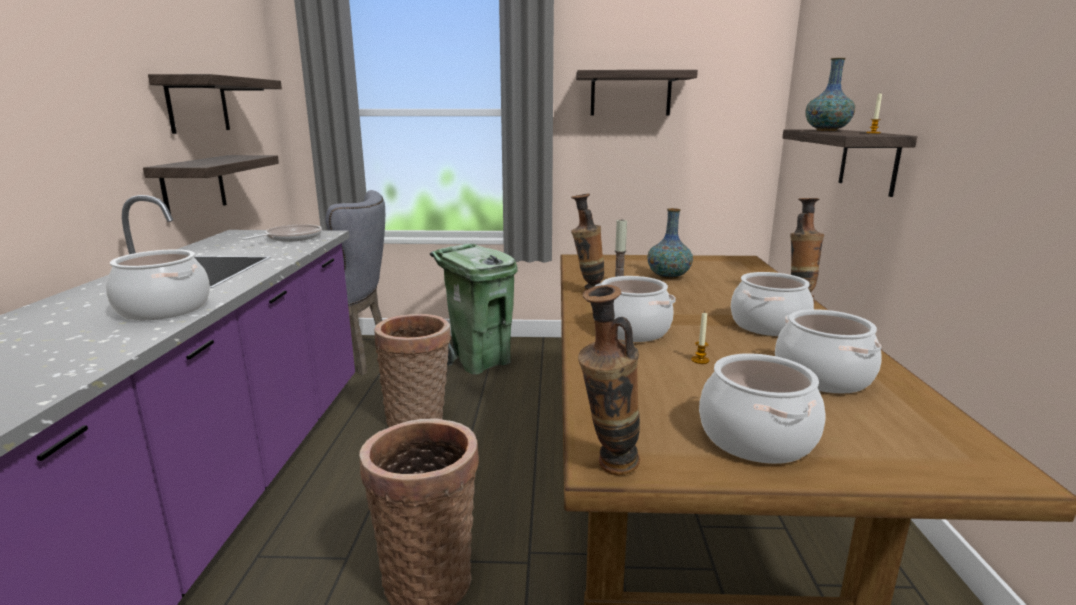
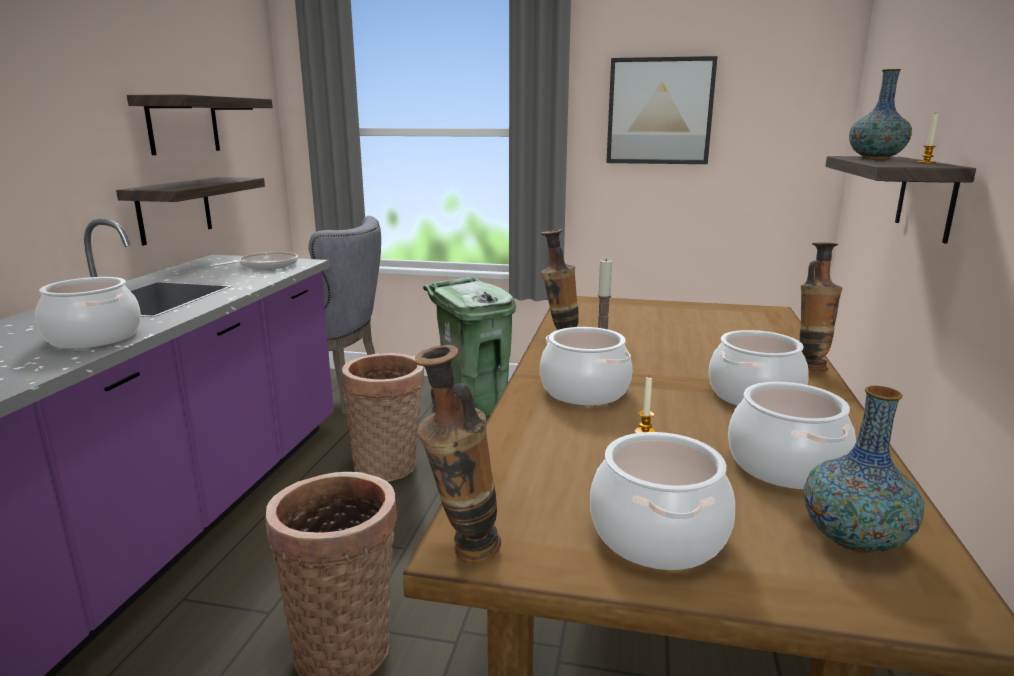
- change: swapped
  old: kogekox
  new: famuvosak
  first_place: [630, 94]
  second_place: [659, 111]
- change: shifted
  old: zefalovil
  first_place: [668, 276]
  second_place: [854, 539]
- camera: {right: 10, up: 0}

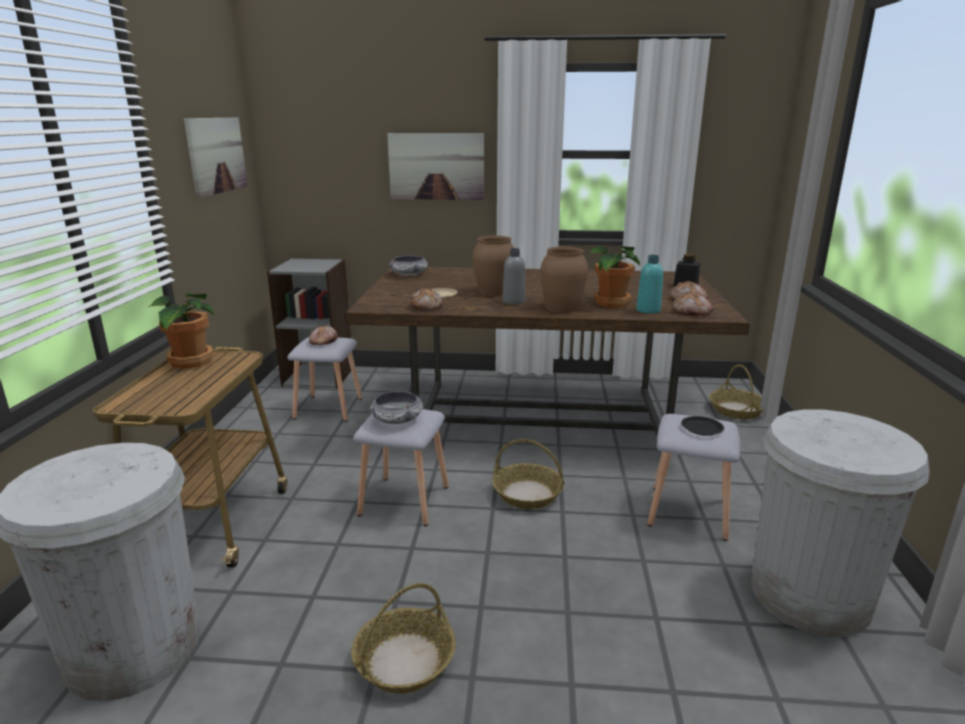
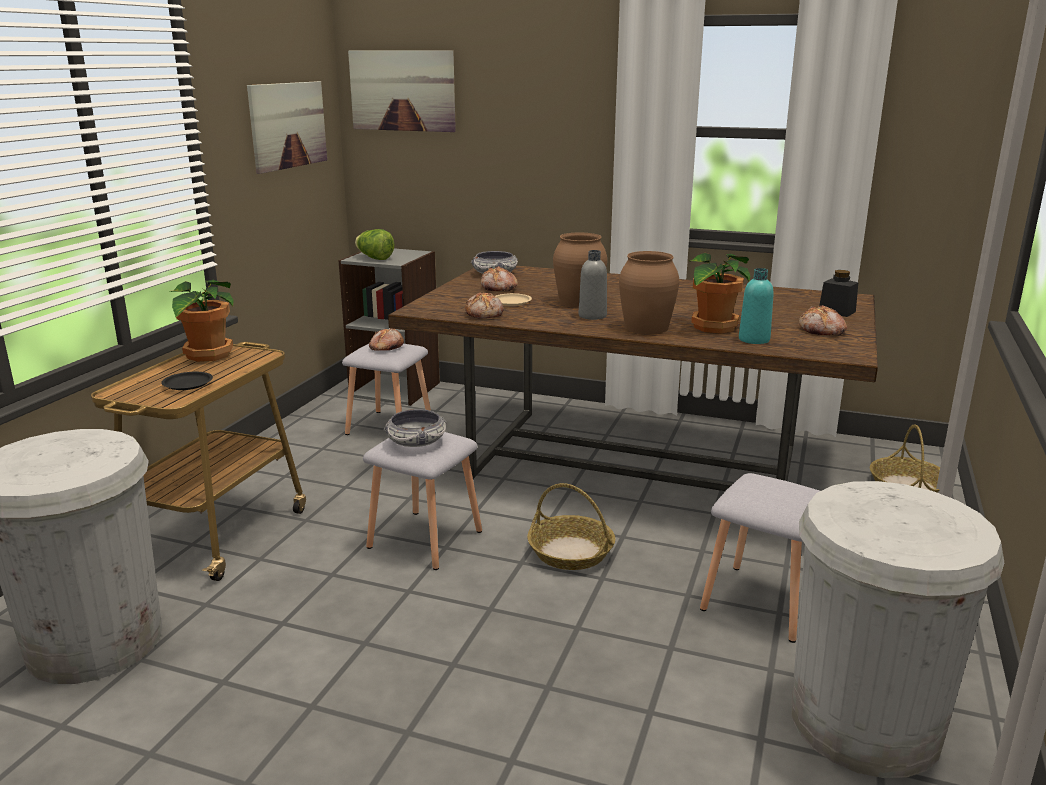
- change: shifted
  old: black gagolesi
  first_place: [701, 429]
  second_place: [187, 384]
- change: shifted
  old: famuvosak
  first_place: [436, 166]
  second_place: [402, 91]
- change: new
  new: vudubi
  second_place: [374, 258]
- change: shifted
  old: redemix
  first_place: [692, 312]
  second_place: [498, 288]
- change: gone
  old: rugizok
  first_place: [404, 661]
- camera: {right: 15, up: 0}

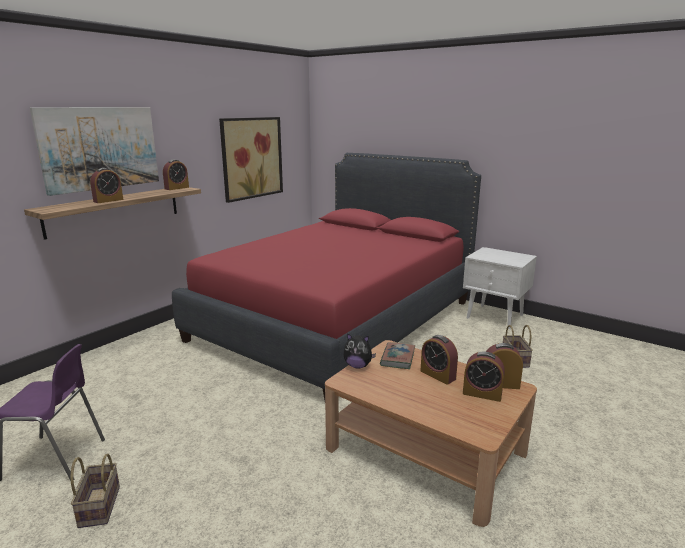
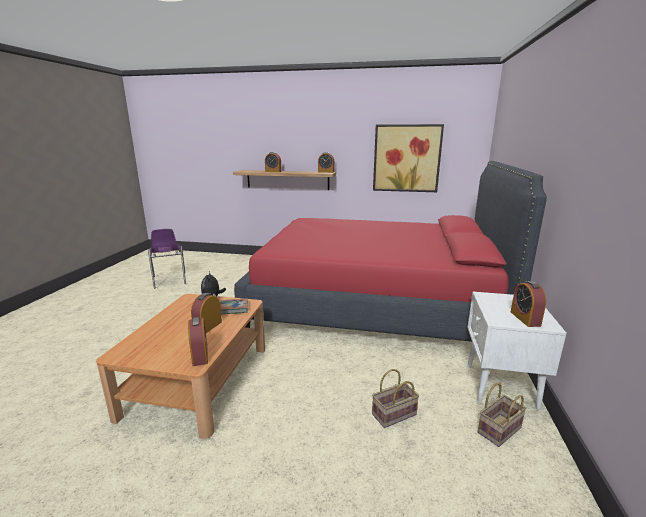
- change: shifted
  old: rugizok
  first_place: [99, 505]
  second_place: [499, 429]
- change: shifted
  old: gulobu
  first_place: [482, 394]
  second_place: [525, 318]
- change: gone
  old: famuvosak
  first_place: [100, 148]
- camera: {right: 65, up: 0}

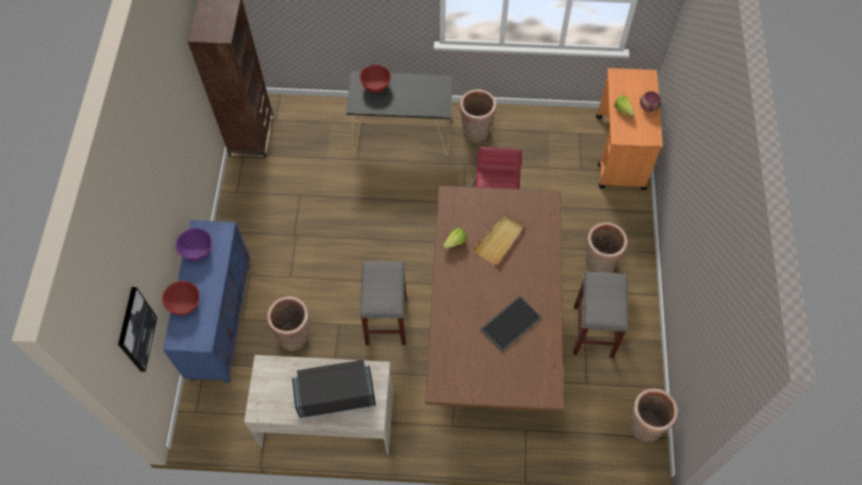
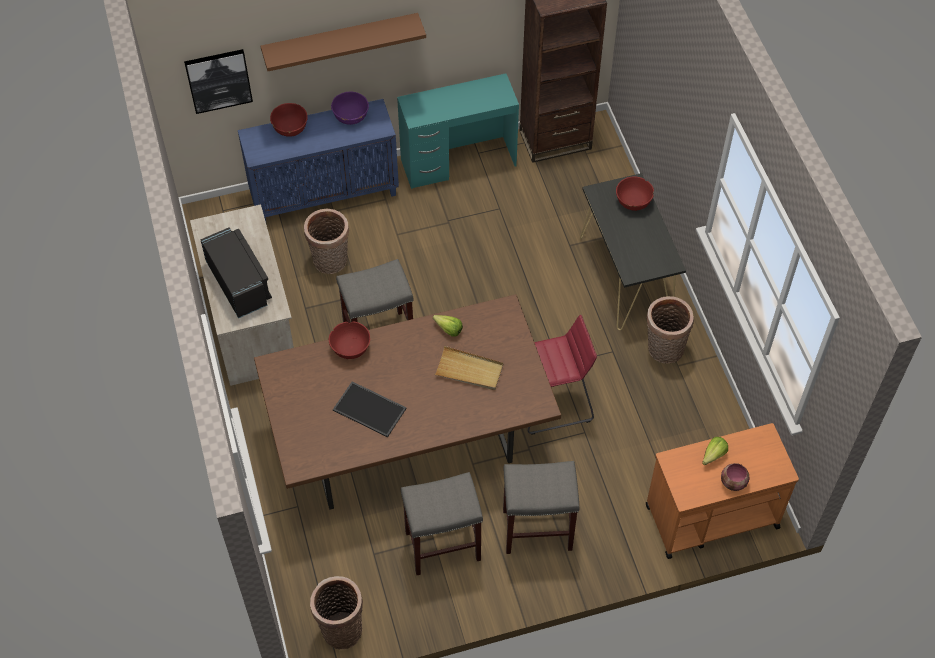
- change: new
  new: brown kogekox
  second_place: [340, 39]
- change: new
  new: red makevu
  second_place: [350, 348]
- change: new
  new: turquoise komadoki
  second_place: [458, 162]
- change: swapped
  old: rugizok
  new: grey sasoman
  first_place: [598, 264]
  second_place: [536, 530]
- camera: {right: 70, up: -5}

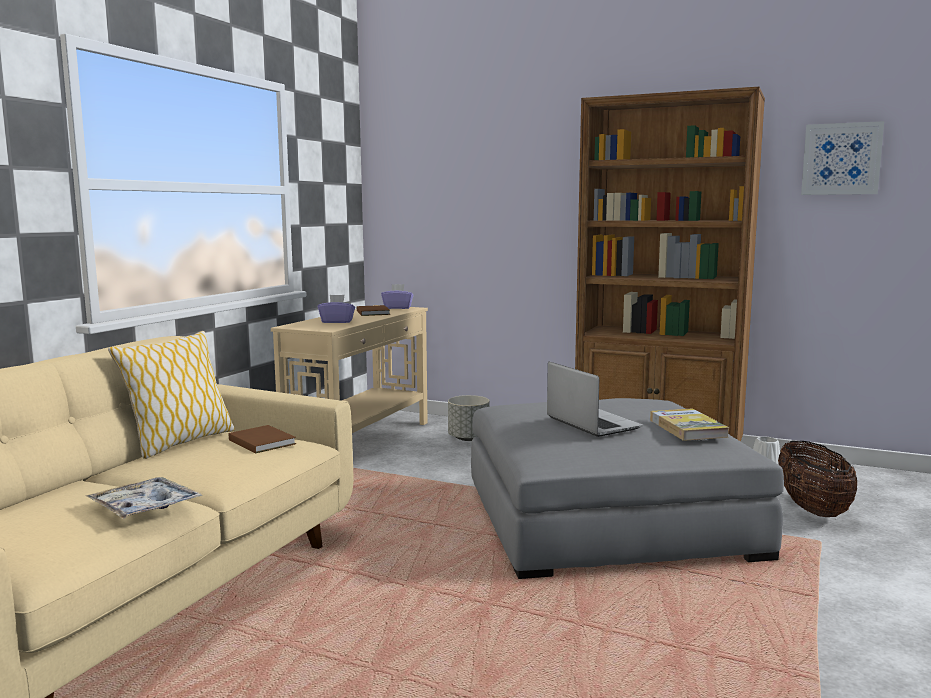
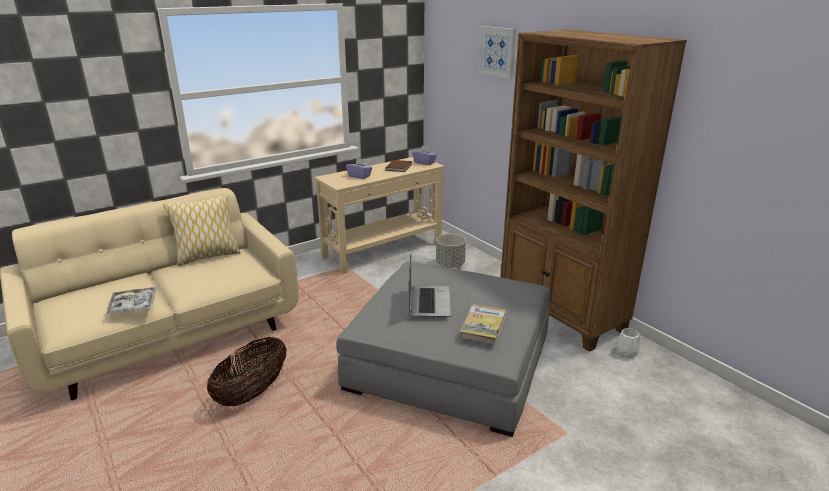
- change: shifted
  old: rugizok
  first_place: [812, 509]
  second_place: [252, 392]
- change: shifted
  old: famuvosak
  first_place: [841, 159]
  second_place: [497, 52]
- change: gone
  old: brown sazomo
  first_place: [262, 441]
- camera: {right: 30, up: 15}

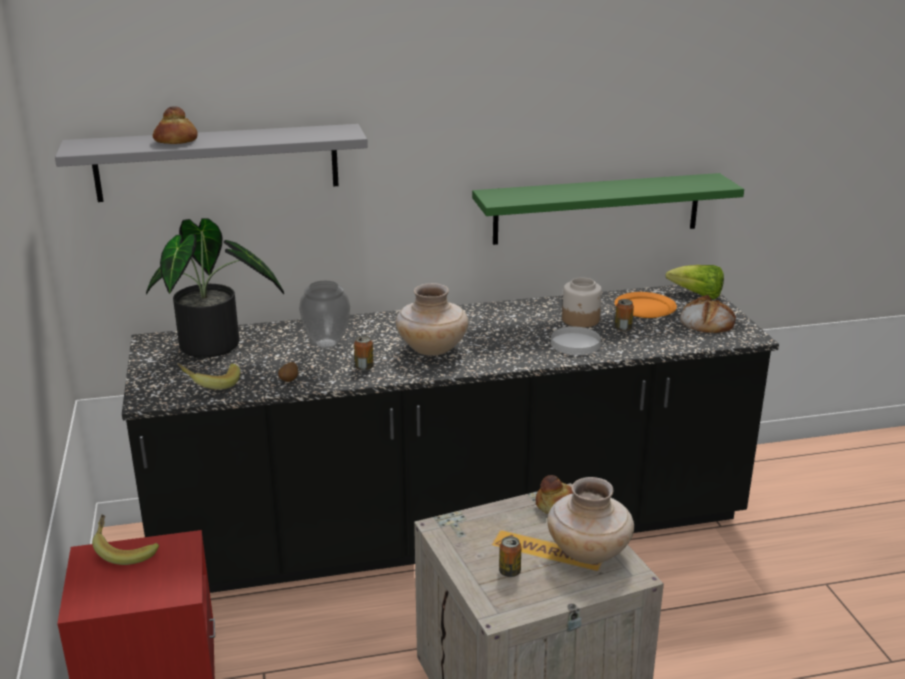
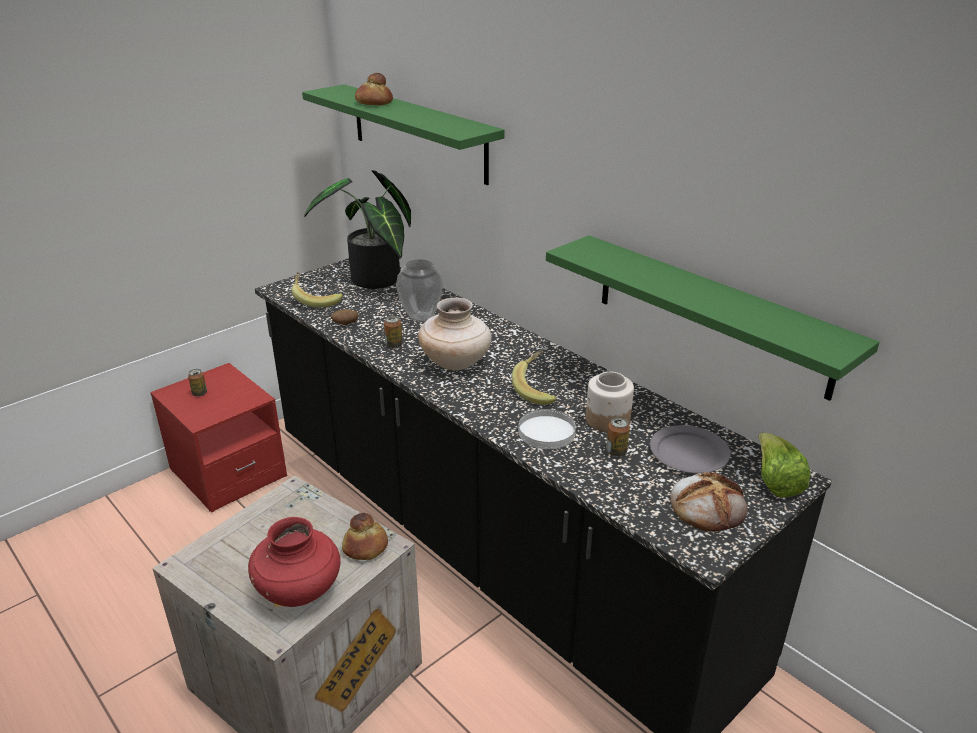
- change: shifted
  old: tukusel
  first_place: [509, 572]
  second_place: [199, 393]
- change: repainted
  old: beige zefalovil
  new: red zefalovil
  first_place: [588, 552]
  second_place: [300, 591]
- change: repainted
  old: grey kogekox
  new: green kogekox
  first_place: [217, 162]
  second_place: [417, 133]
- change: shifted
  old: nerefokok
  first_place: [125, 551]
  second_place: [538, 389]
- change: repainted
  old: orange gagolesi
  new: grey gagolesi
  first_place: [645, 308]
  second_place: [688, 453]
- camera: {right: 60, up: 5}

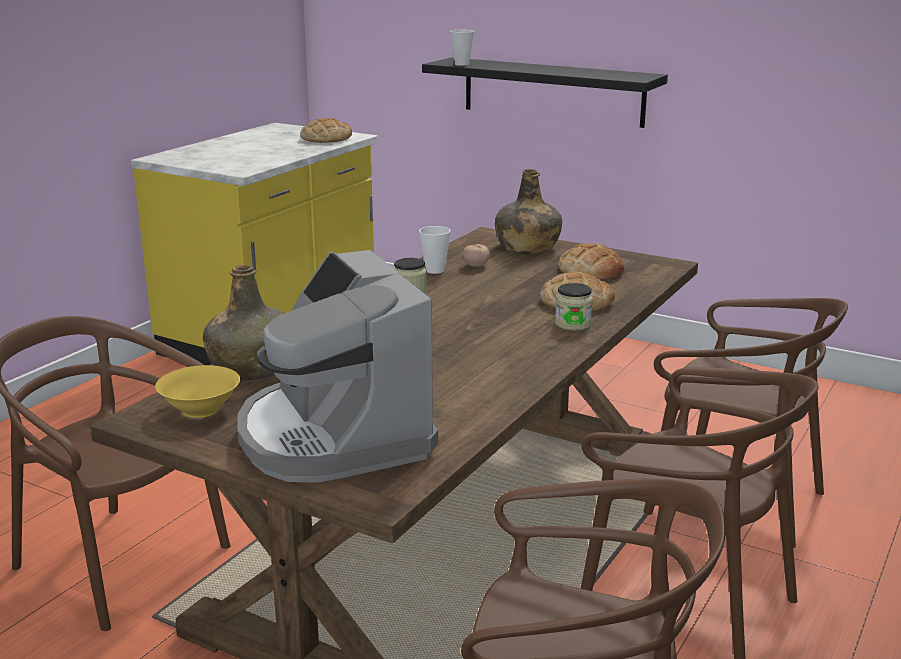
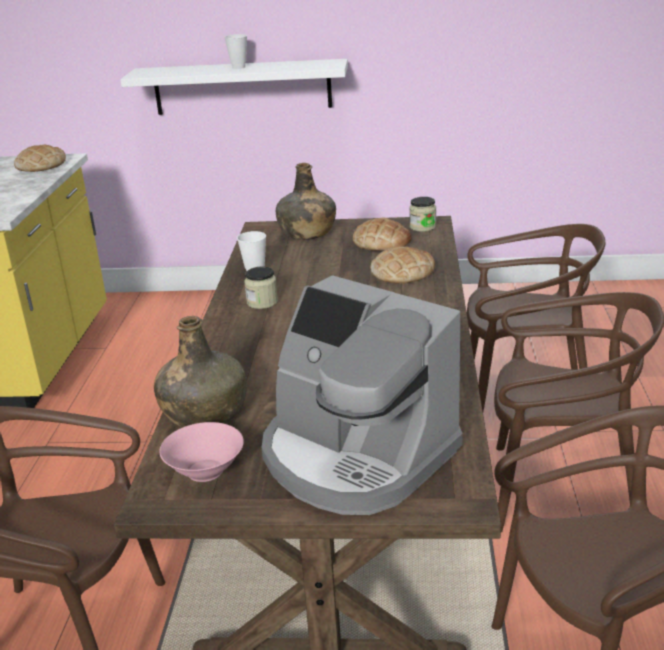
- change: repainted
  old: black kogekox
  new: white kogekox
  first_place: [552, 91]
  second_place: [242, 87]
- change: repainted
  old: yellow makevu
  new: pink makevu
  first_place: [201, 409]
  second_place: [206, 470]
- change: shifted
  old: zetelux
  first_place: [461, 64]
  second_place: [238, 67]
- change: shifted
  old: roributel
  first_place: [573, 324]
  second_place: [423, 227]
- change: gone
  old: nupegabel
  first_place: [476, 266]
- camera: {right: -25, up: 5}

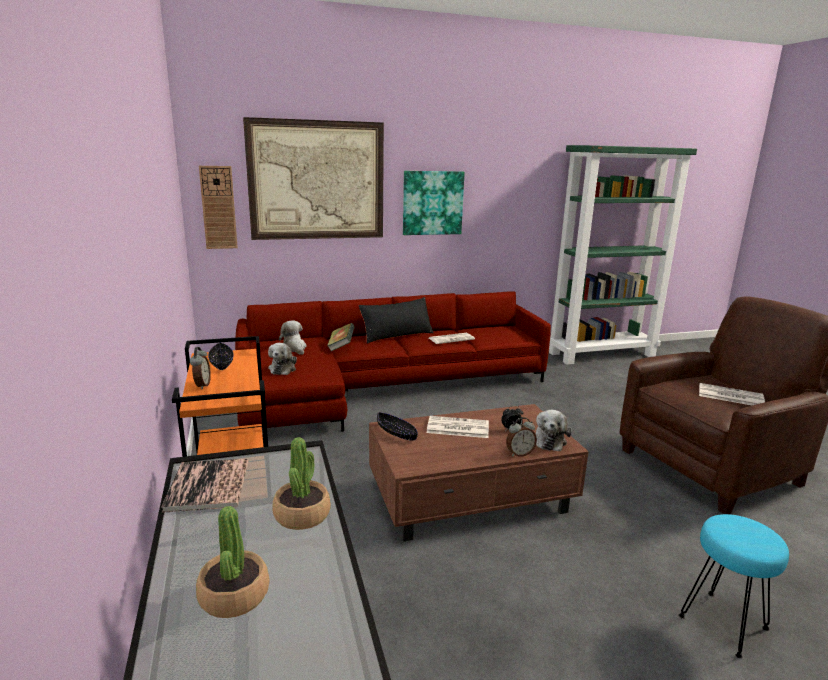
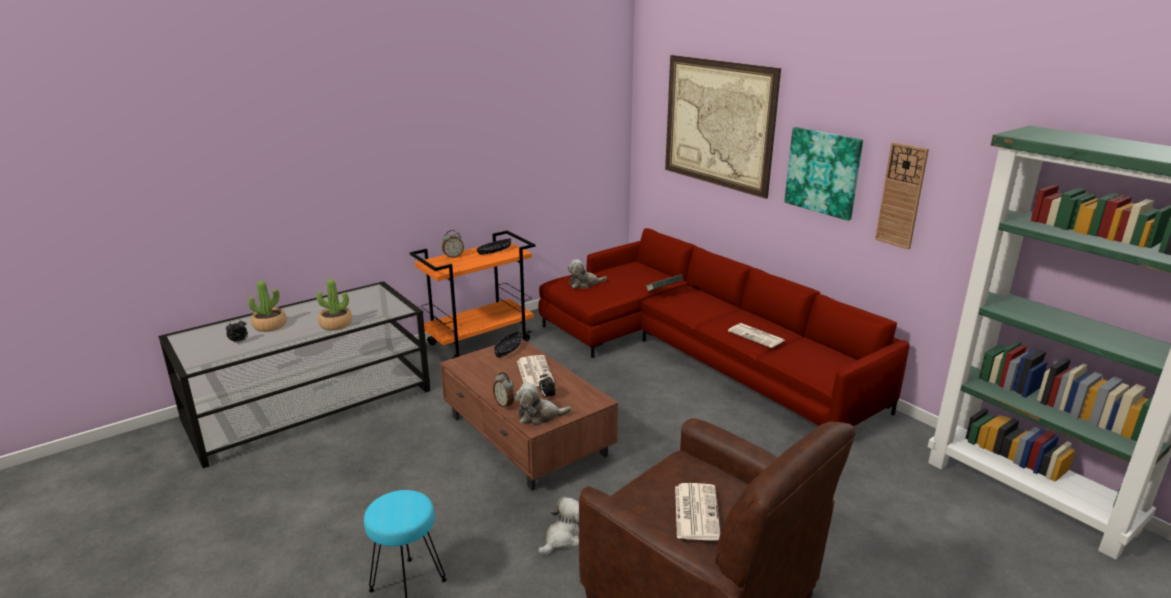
- change: new
  new: gulobu
  second_place: [239, 342]
- change: shifted
  old: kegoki
  first_place: [294, 348]
  second_place: [562, 538]
- change: shifted
  old: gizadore
  first_place: [218, 207]
  second_place: [901, 196]
- change: gone
  old: sazomo
  first_place: [208, 486]
- change: gone
  old: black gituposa
  first_place: [396, 335]
- camera: {right: 70, up: 5}

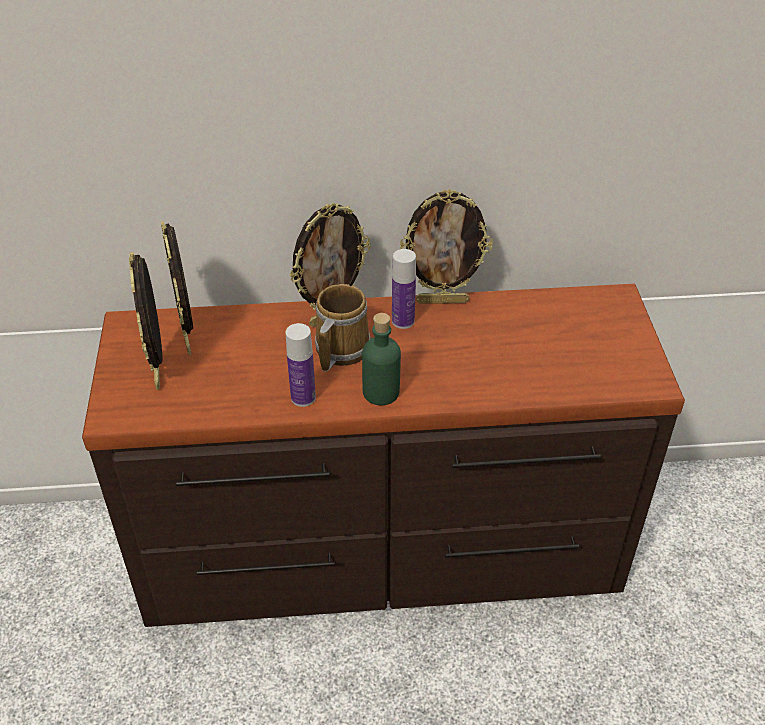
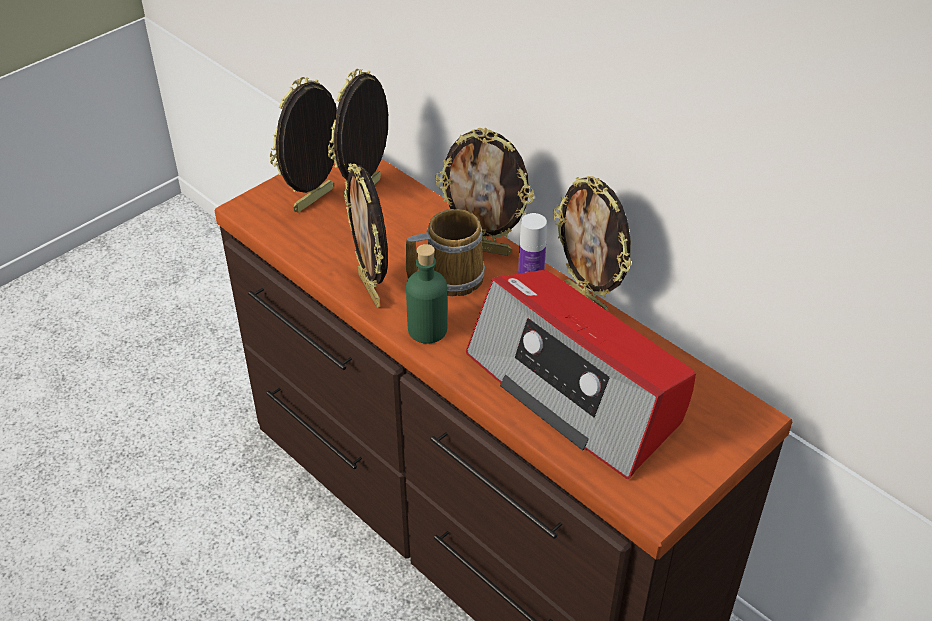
- change: swapped
  old: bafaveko
  new: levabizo
  first_place: [303, 397]
  second_place: [371, 290]
- change: new
  new: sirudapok
  second_place: [577, 389]
- camera: {right: 50, up: 0}

